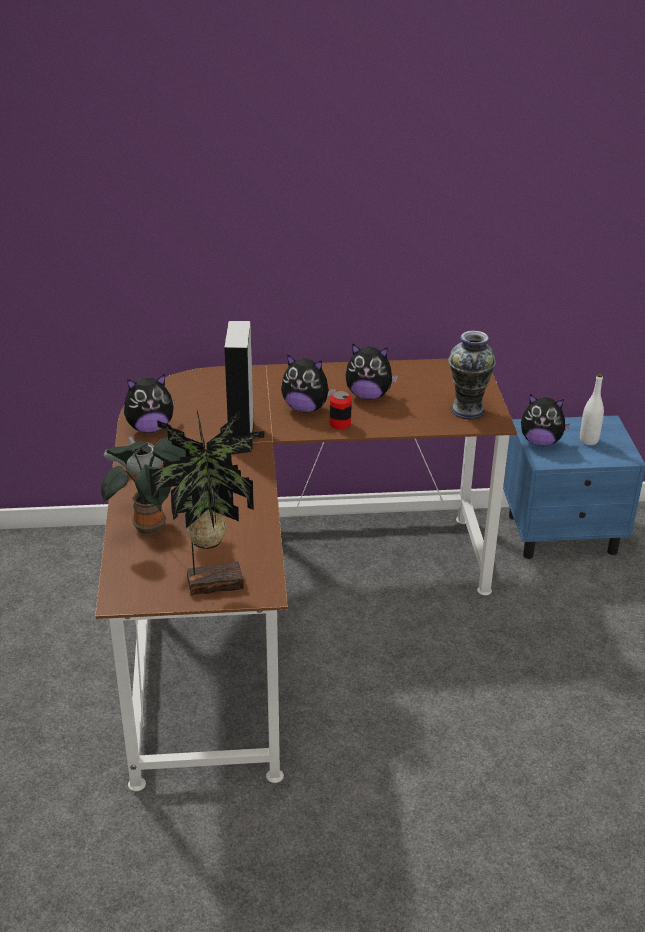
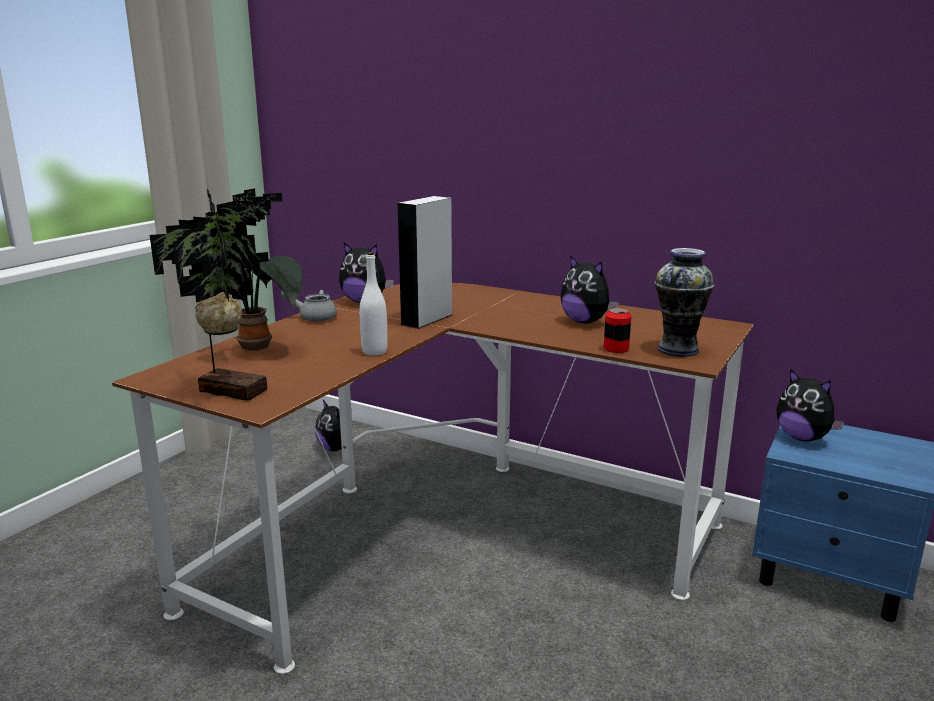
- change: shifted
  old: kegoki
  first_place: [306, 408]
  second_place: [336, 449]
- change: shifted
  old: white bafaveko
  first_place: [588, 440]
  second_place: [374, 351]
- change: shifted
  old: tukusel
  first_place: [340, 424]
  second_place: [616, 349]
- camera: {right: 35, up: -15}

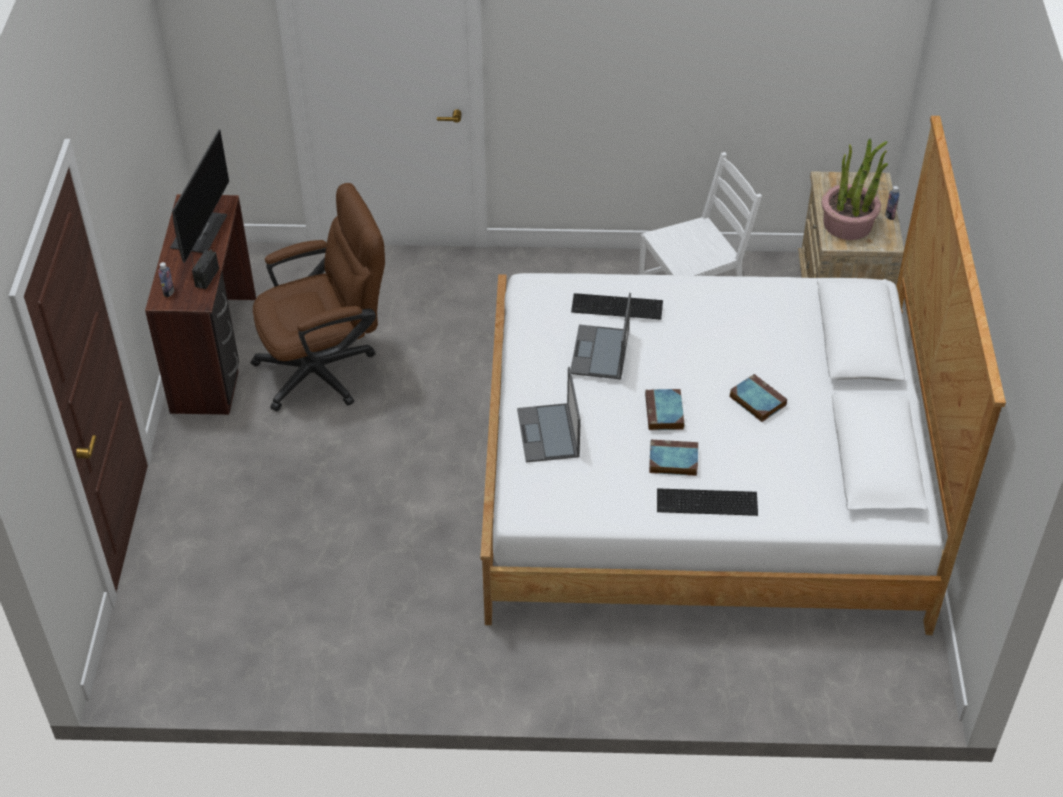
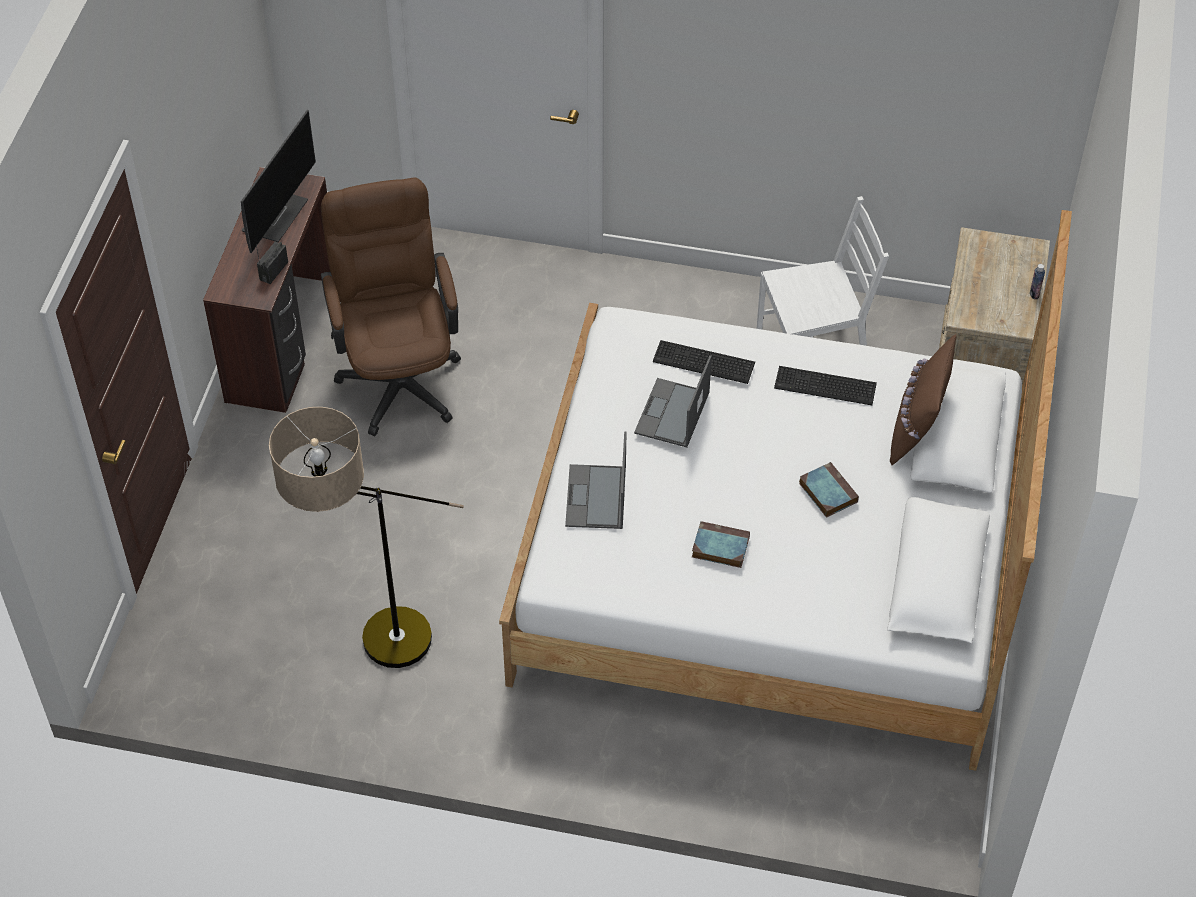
- change: new
  new: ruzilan
  second_place: [370, 648]
- change: rotated
  old: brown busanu
  first_place: [327, 368]
  second_place: [399, 374]
  degrees: -90
- change: shifted
  old: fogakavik
  first_place: [708, 503]
  second_place: [826, 387]
- change: new
  new: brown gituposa
  second_place: [917, 430]
- change: gone
  old: bafaveko
  first_place: [168, 292]
- change: gone
  old: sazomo
  first_place: [664, 413]
- change: gone
  old: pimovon
  first_place: [848, 224]
- camera: {right: 10, up: 5}

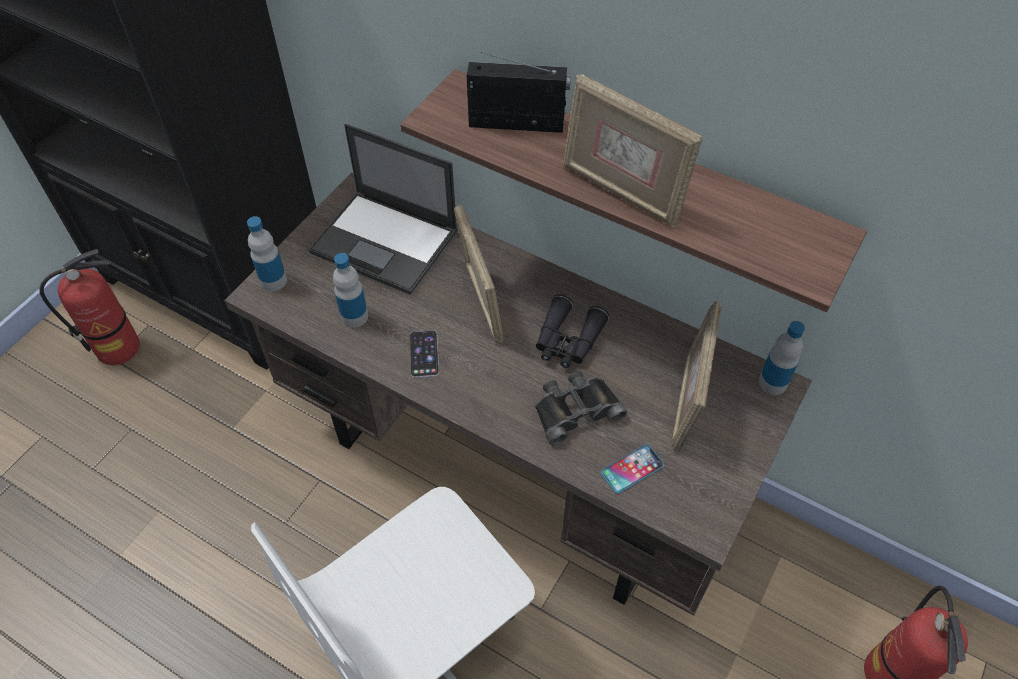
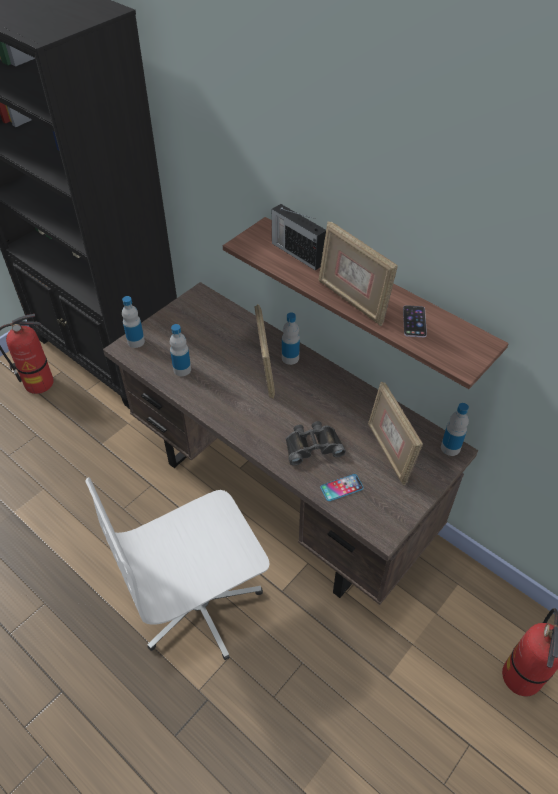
- change: rotated
  old: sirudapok
  first_place: [518, 123]
  second_place: [296, 253]
  degrees: -150
- change: new
  new: bafaveko
  second_place: [290, 358]
- change: rotated
  old: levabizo
  first_place: [688, 403]
  second_place: [389, 452]
  degrees: -45
- change: shifted
  old: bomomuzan
  first_place: [424, 354]
  second_place: [414, 321]
- change: gone
  old: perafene
  first_place: [386, 242]
- change: gone
  old: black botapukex
  first_place: [567, 340]
- camera: {right: 10, up: -5}

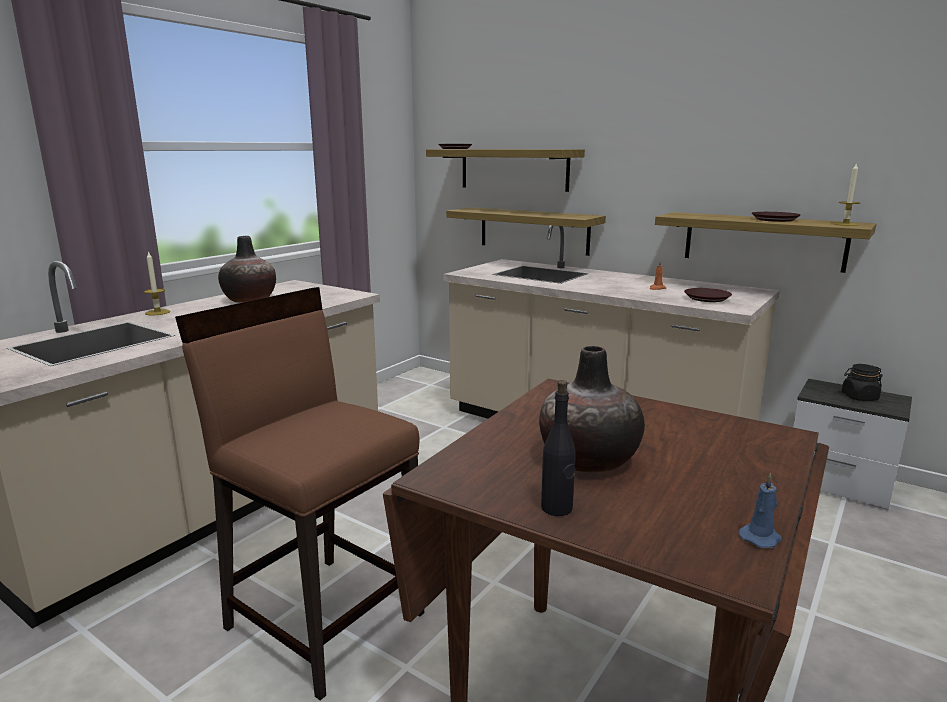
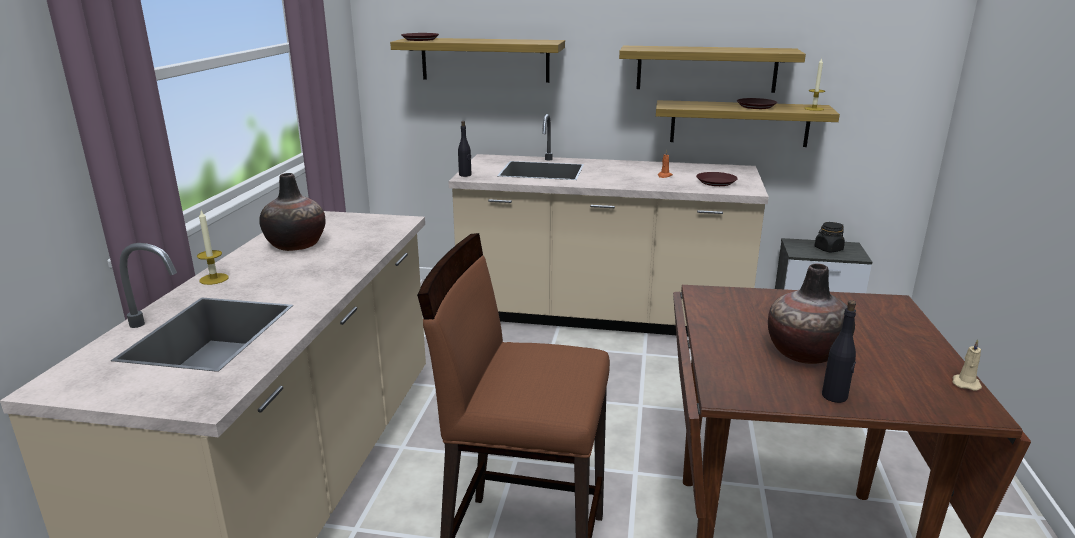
- change: new
  new: black bafaveko
  second_place: [465, 175]
- change: shifted
  old: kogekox
  first_place: [533, 230]
  second_place: [706, 69]
- change: repainted
  old: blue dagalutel
  new: beige dagalutel
  first_place: [760, 537]
  second_place: [965, 383]
- camera: {right: -25, up: 5}

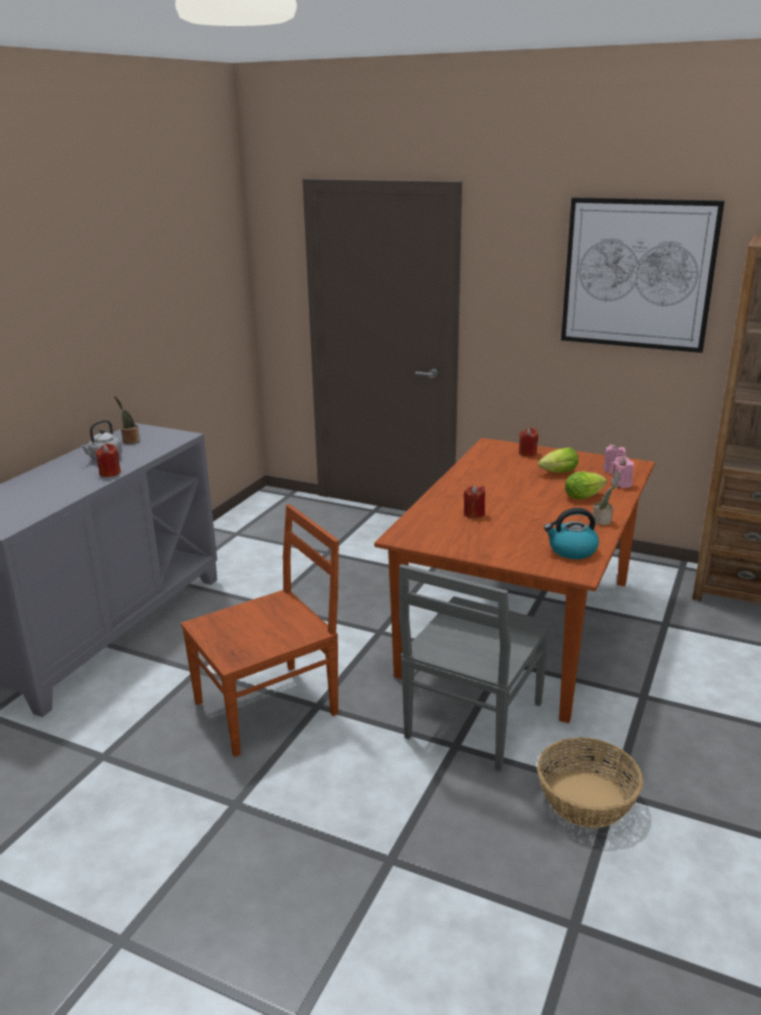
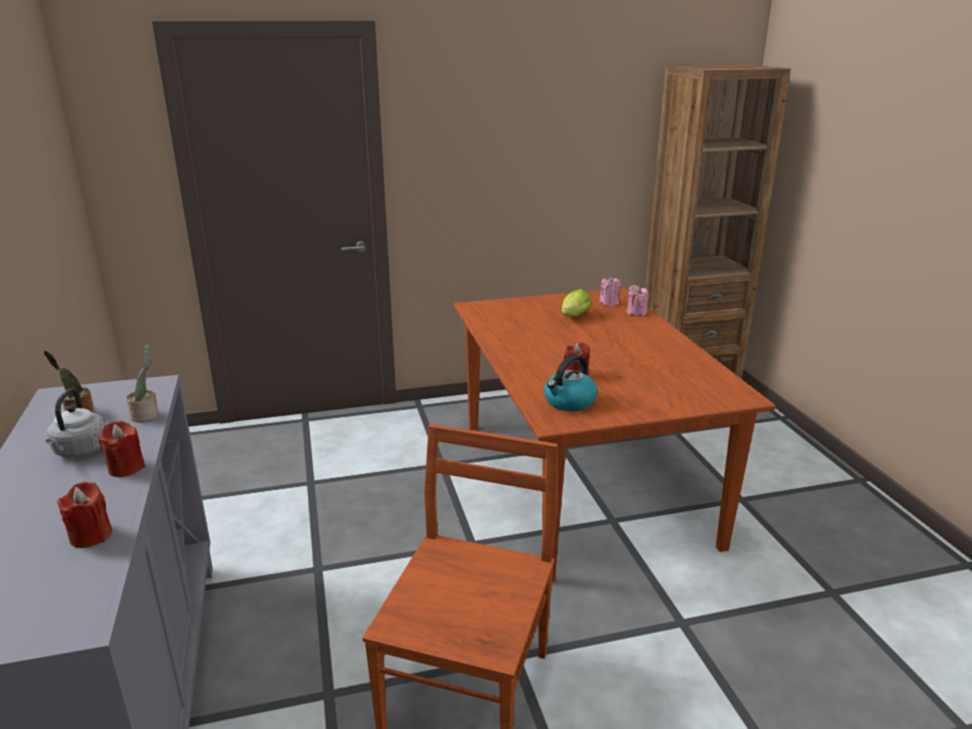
- change: shifted
  old: red dagalutel
  first_place: [527, 453]
  second_place: [91, 536]
- change: shifted
  old: pimovon
  first_place: [603, 521]
  second_place: [147, 415]
- change: shifted
  old: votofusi
  first_place: [572, 550]
  second_place: [569, 402]
- change: gone
  old: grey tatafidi
  first_place: [472, 722]
- change: gone
  old: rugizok
  first_place: [586, 799]
- change: gone
  old: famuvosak
  first_place: [637, 274]
- change: gone
  old: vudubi
  first_place: [585, 496]
- camera: {right: -40, up: 0}

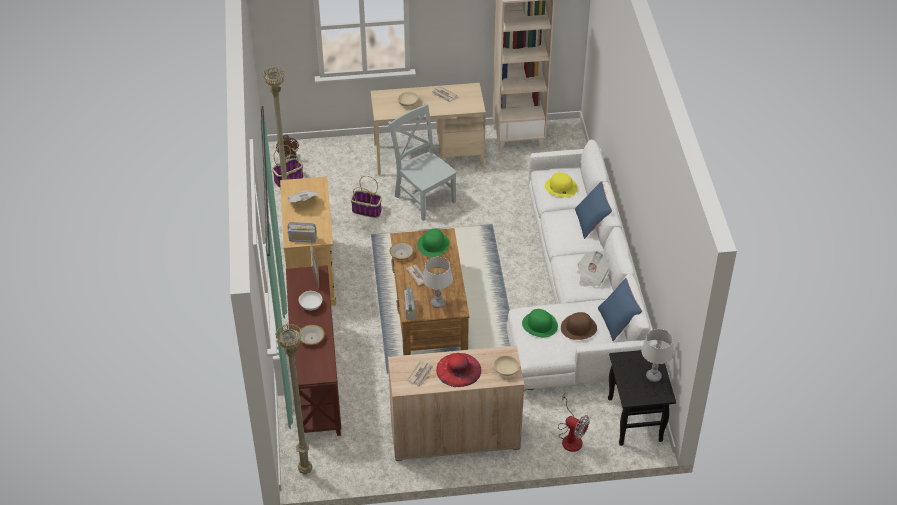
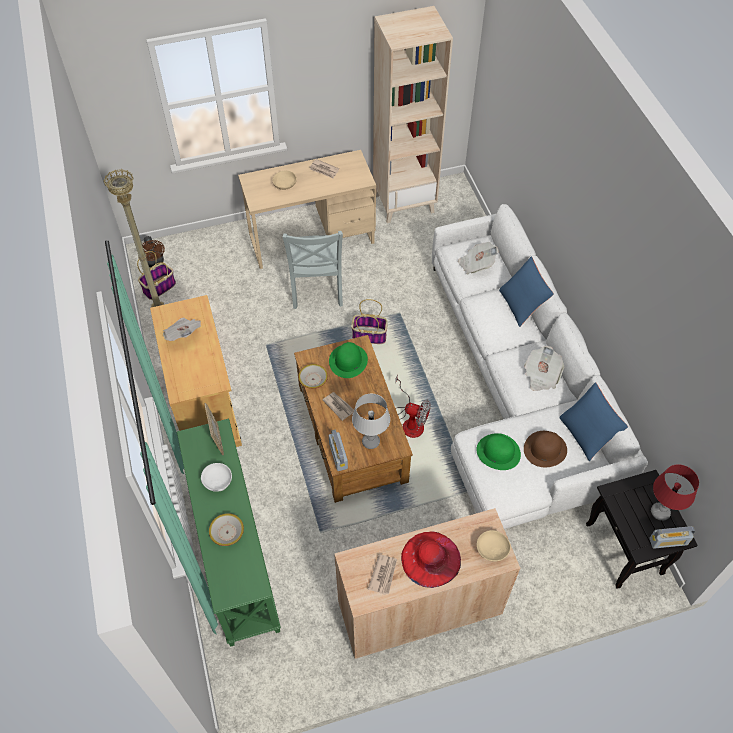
- change: repainted
  old: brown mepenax
  new: green mepenax
  first_place: [315, 378]
  second_place: [234, 552]
- change: rotated
  old: grey tatafidi
  first_place: [424, 197]
  second_place: [316, 289]
  degrees: -135
- change: shifted
  old: rugizok
  first_place: [367, 210]
  second_place: [370, 335]
- change: shifted
  old: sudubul
  first_place: [571, 437]
  second_place: [410, 421]
- change: swapped
  old: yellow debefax
  new: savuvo
  first_place: [560, 187]
  second_place: [476, 264]
- change: shifted
  old: sirudapok
  first_place: [303, 239]
  second_place: [668, 541]
- change: repainted
  old: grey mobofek
  new: red mobofek
  first_place: [653, 377]
  second_place: [660, 512]
- change: gone
  old: beige ruzilan
  first_place: [304, 470]
- camera: {right: -10, up: 10}

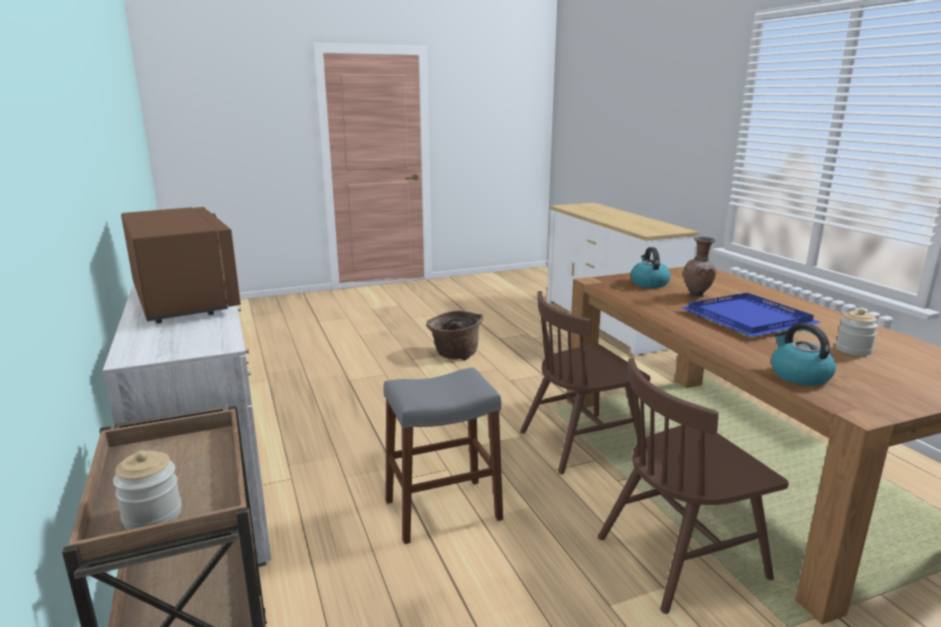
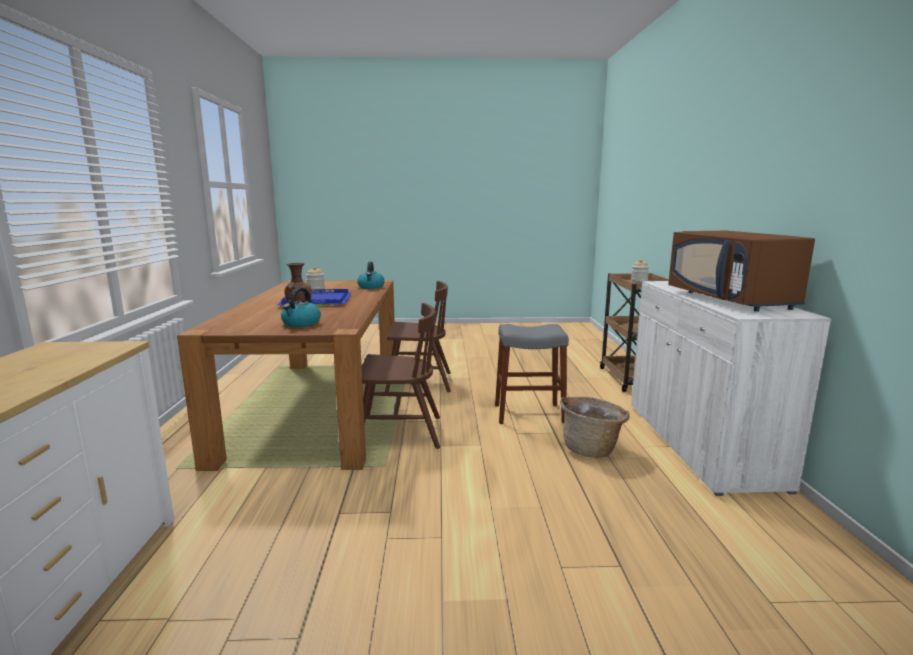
- change: shifted
  old: rugizok
  first_place: [454, 355]
  second_place: [591, 448]
- camera: {right: -160, up: -5}

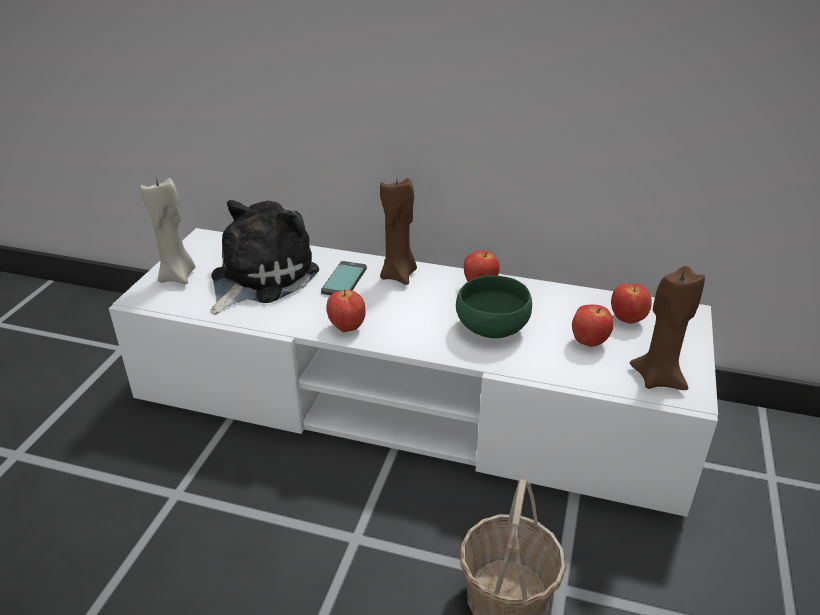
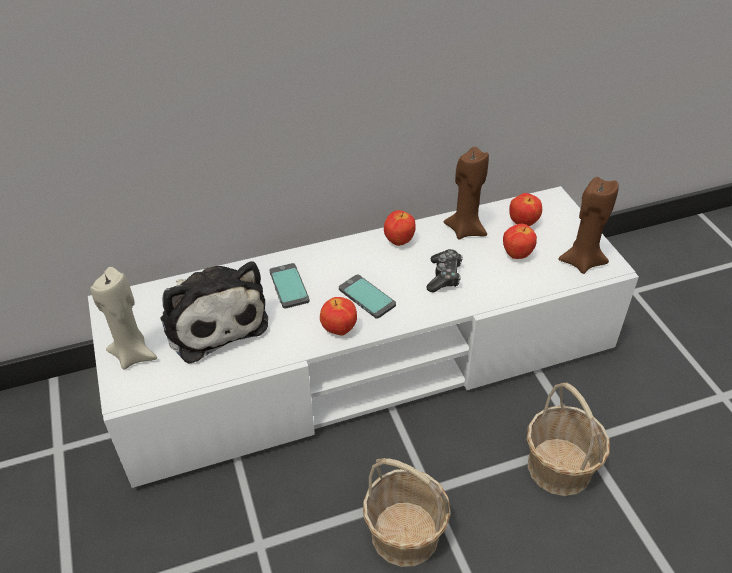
- change: rotated
  old: kegoki
  first_place: [259, 278]
  second_place: [212, 319]
  degrees: 150
- change: new
  new: bomomuzan
  second_place: [366, 297]
- change: new
  new: rugizok
  second_place: [405, 535]
- change: swapped
  old: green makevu
  new: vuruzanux
  first_place: [491, 329]
  second_place: [444, 276]
- change: shifted
  old: brown dagalutel
  first_place: [399, 275]
  second_place: [465, 230]
- camera: {right: -35, up: 10}

